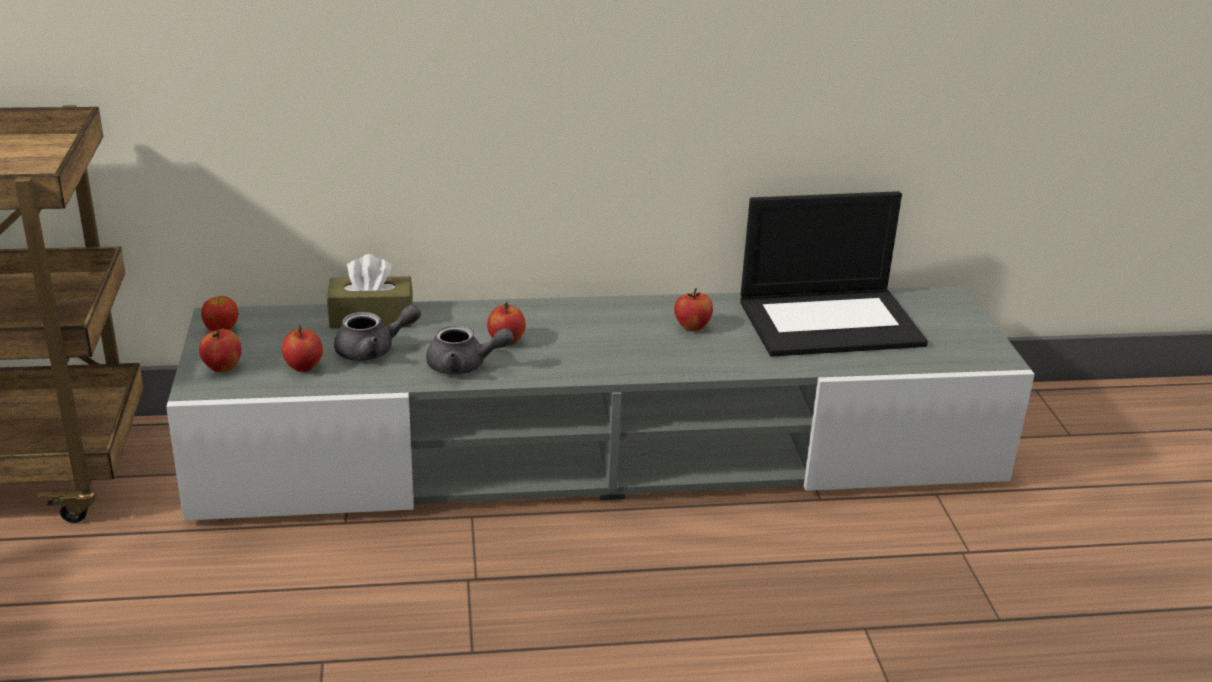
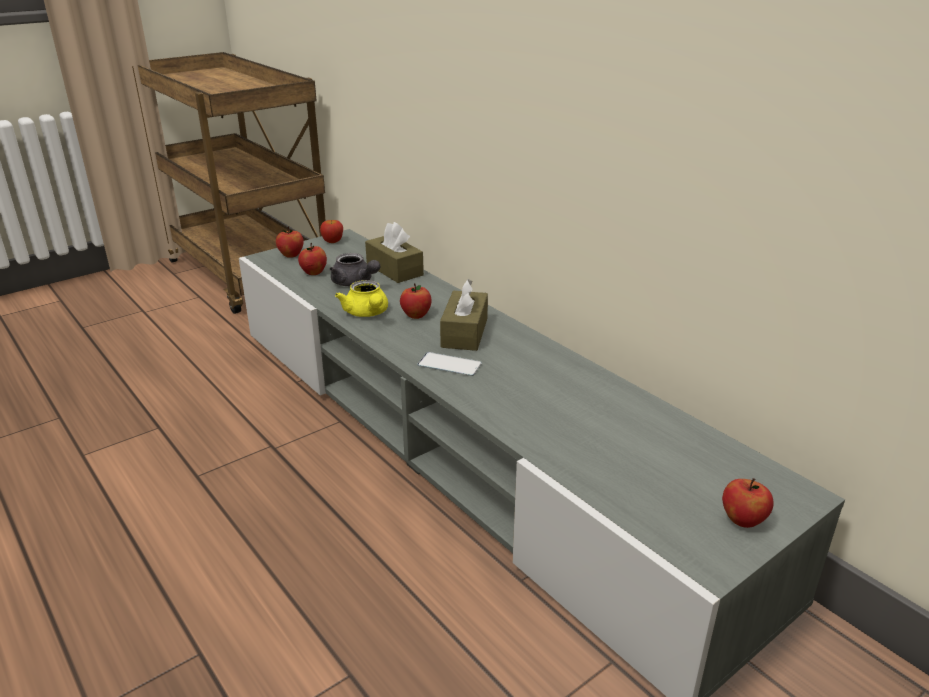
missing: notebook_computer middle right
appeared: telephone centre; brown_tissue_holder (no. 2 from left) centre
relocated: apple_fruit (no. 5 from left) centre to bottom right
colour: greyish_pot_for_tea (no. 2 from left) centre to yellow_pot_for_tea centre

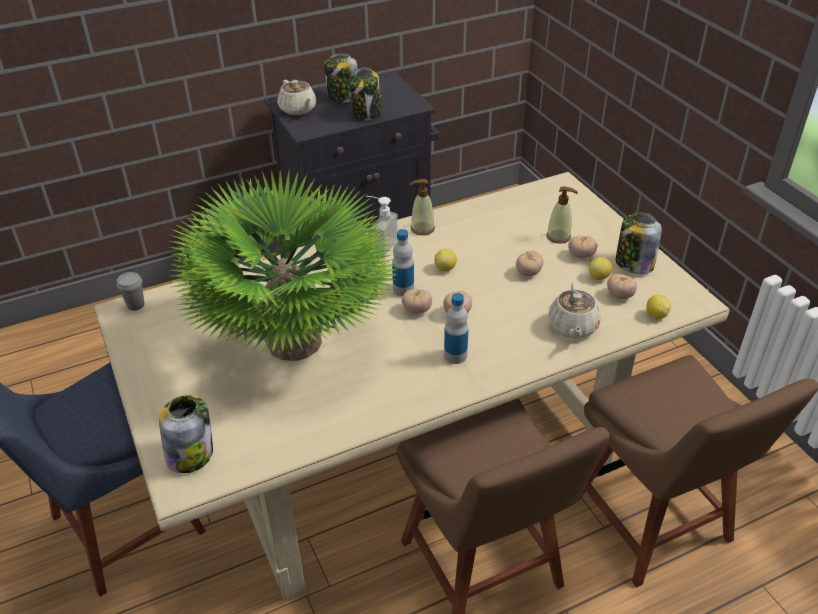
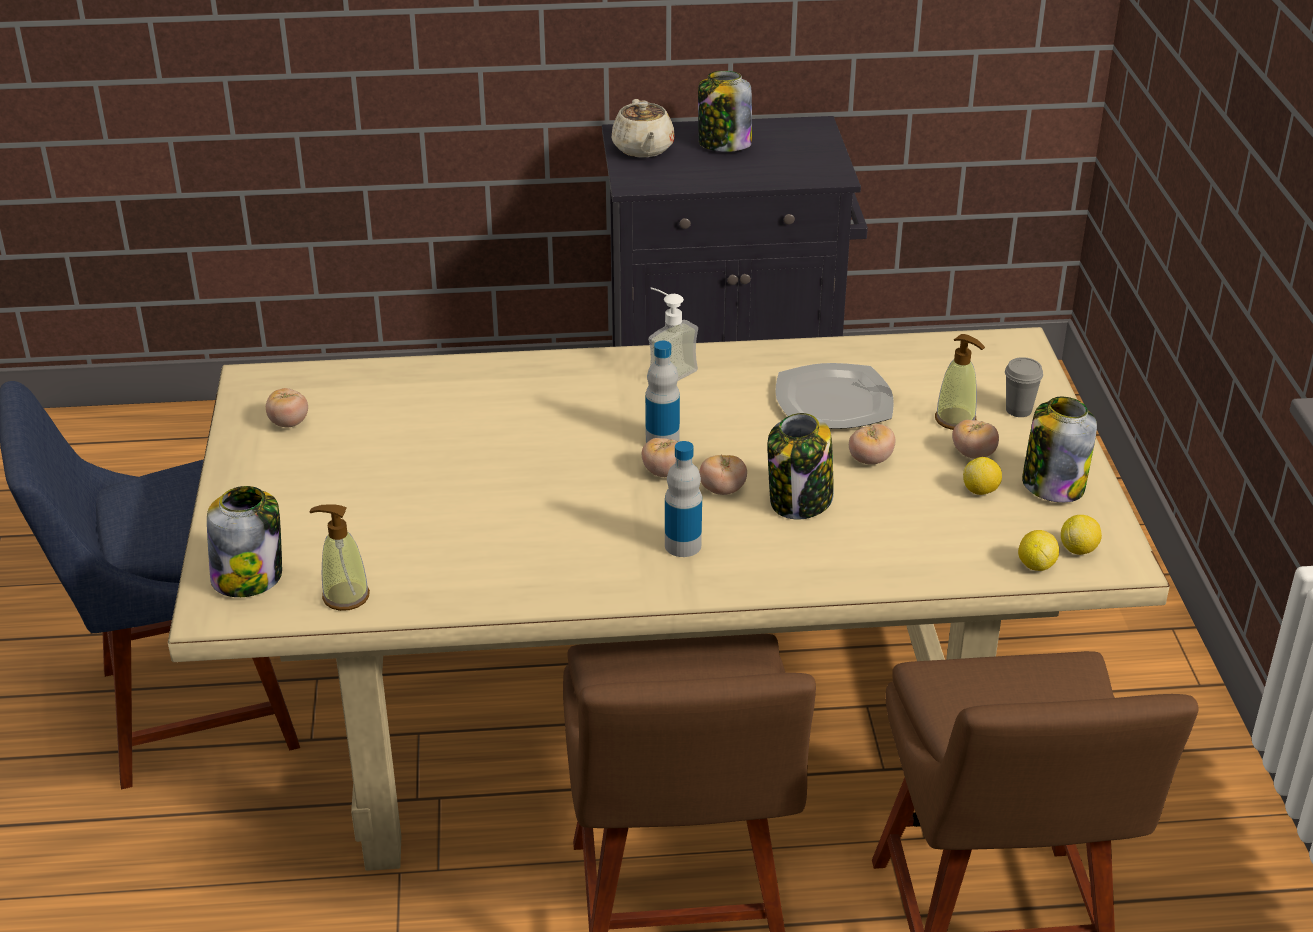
missing: potted_plant centre; sand-coloured_pot_for_tea (no. 2 from left) middle right
appeared: dinner_plate centre
relocated: greyish_cup middle left to middle right; preserve_jar (no. 3 from left) top centre to centre; soap_bottle (no. 2 from left in the first image) centre to soap_bottle (no. 1 from left) middle left; whole_lemon (no. 1 from left in the first image) centre to whole_lemon (no. 3 from left) middle right; tomato (no. 5 from left in the first image) middle right to tomato (no. 1 from left) middle left

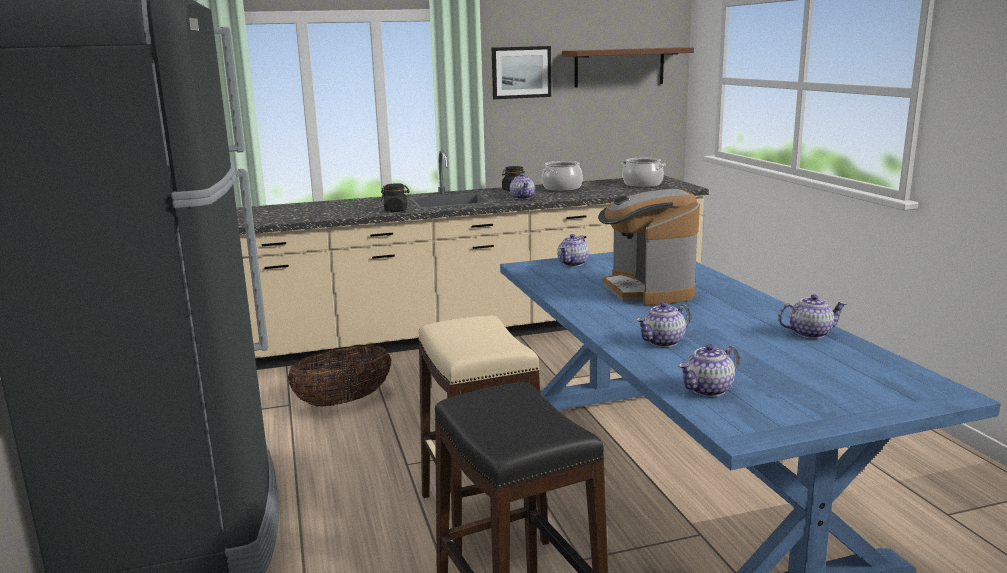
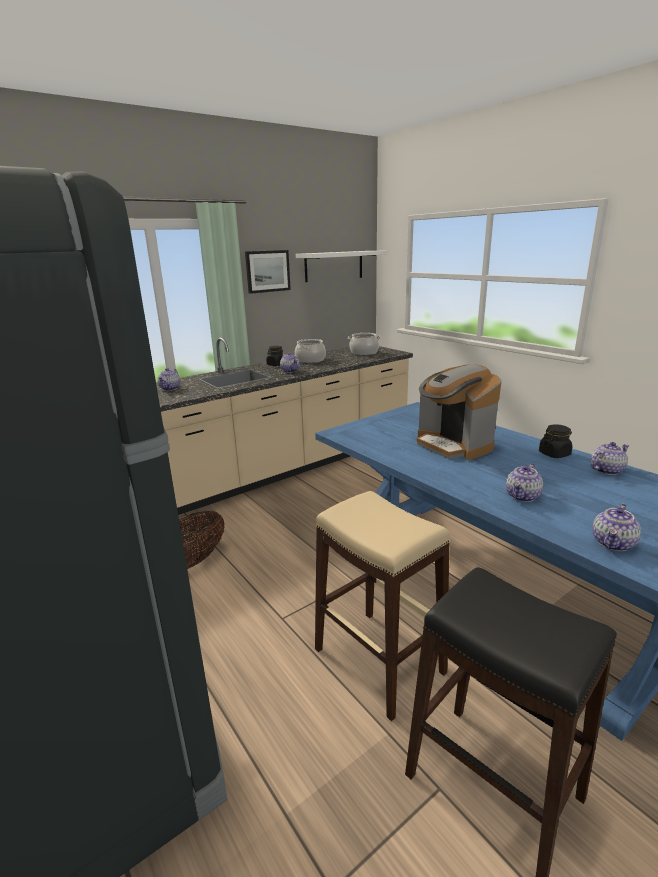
relocated: black-coloured_preserve_jar (no. 1 from left in the first image) centre to black-coloured_preserve_jar (no. 2 from left) middle right; pot_for_tea (no. 2 from left in the first image) centre to pot_for_tea (no. 1 from left) middle left
colour: brown_shelf top centre to whitish_shelf top centre

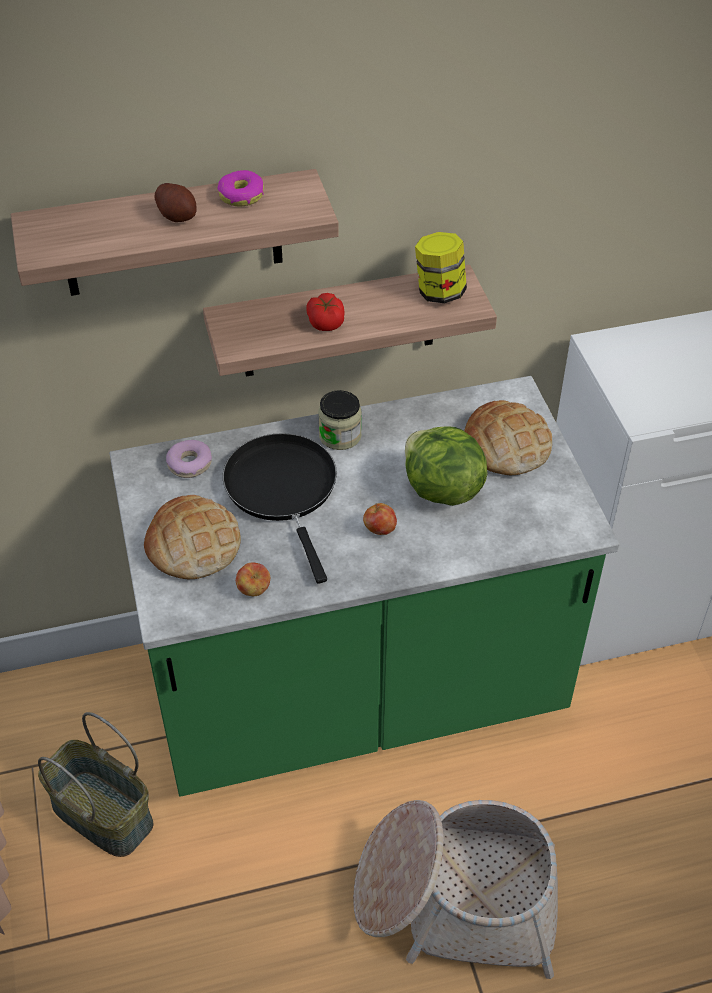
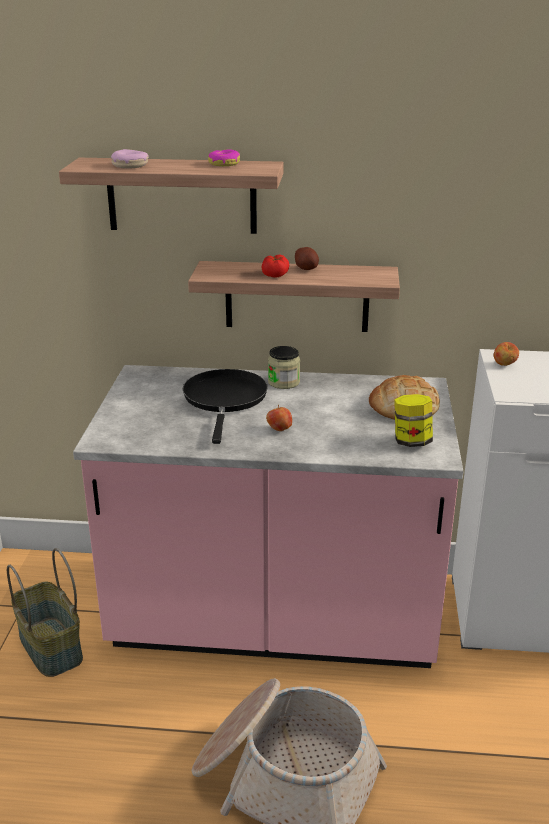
missing: bakery_bread (no. 1 from left) middle left; lettuce_head centre
relocated: spud top left to top centre; doughnut (no. 1 from left) middle left to top left; apple_fruit (no. 1 from left in the first image) centre to apple_fruit (no. 2 from left) middle right; preserve_jar (no. 2 from left) top centre to middle right
colour: greenish_kitchen_base_unit centre to pinkish_kitchen_base_unit centre

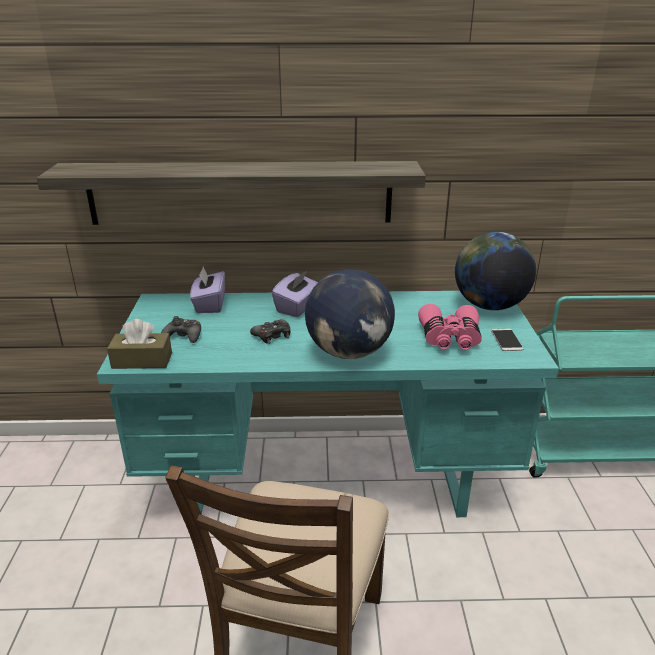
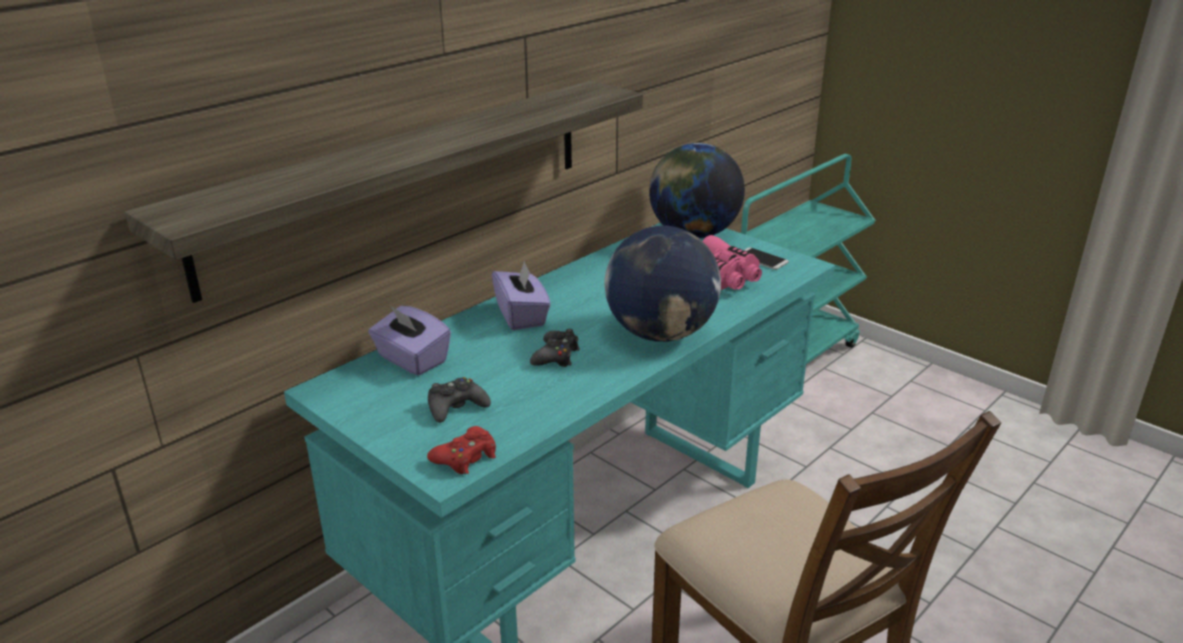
exchanged: brown_tissue_holder middle left to reddish_joypad bottom centre

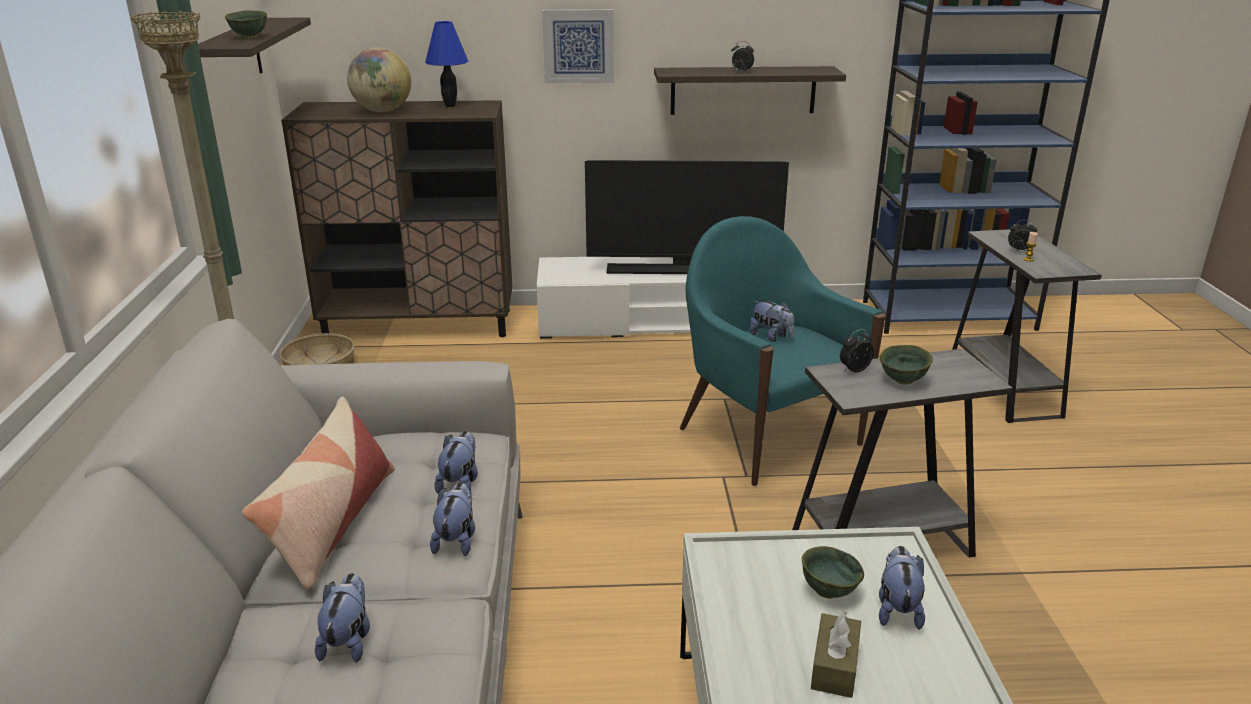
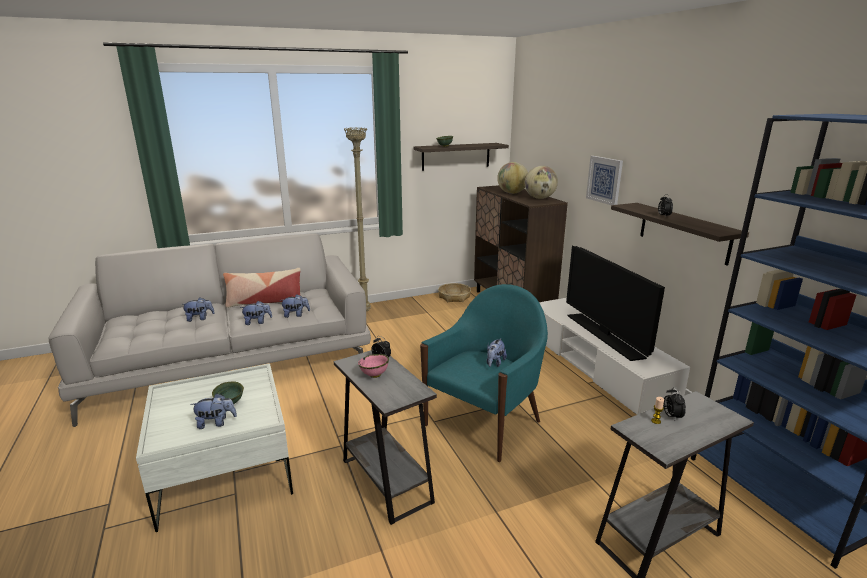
missing: brown_tissue_holder bottom right
exchanged: bluish_lamp_for_a_table top centre to world_globe (no. 2 from left) top centre
colour: greenish_deep_dish (no. 3 from left) middle right to pinkish_deep_dish centre

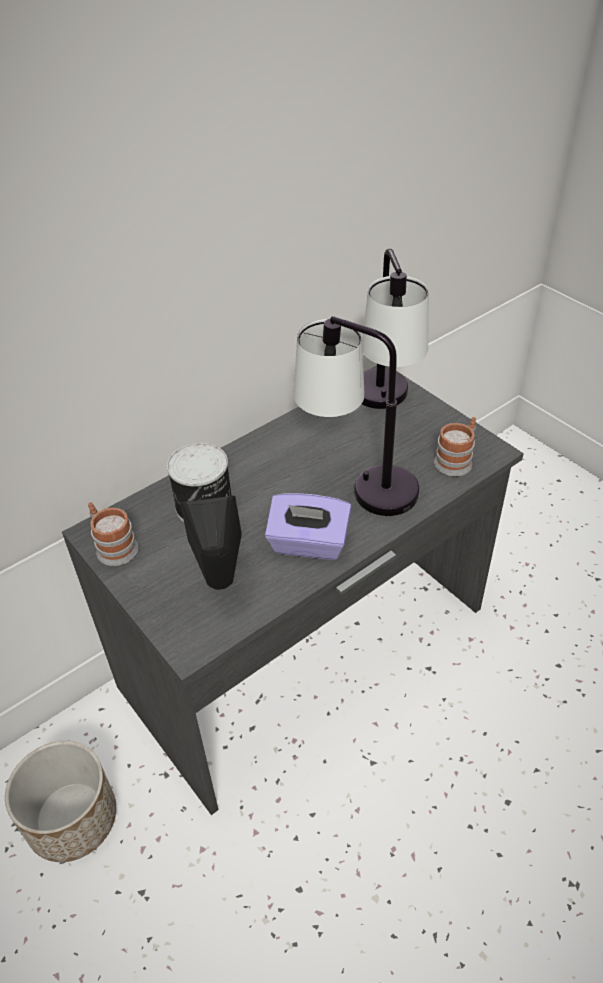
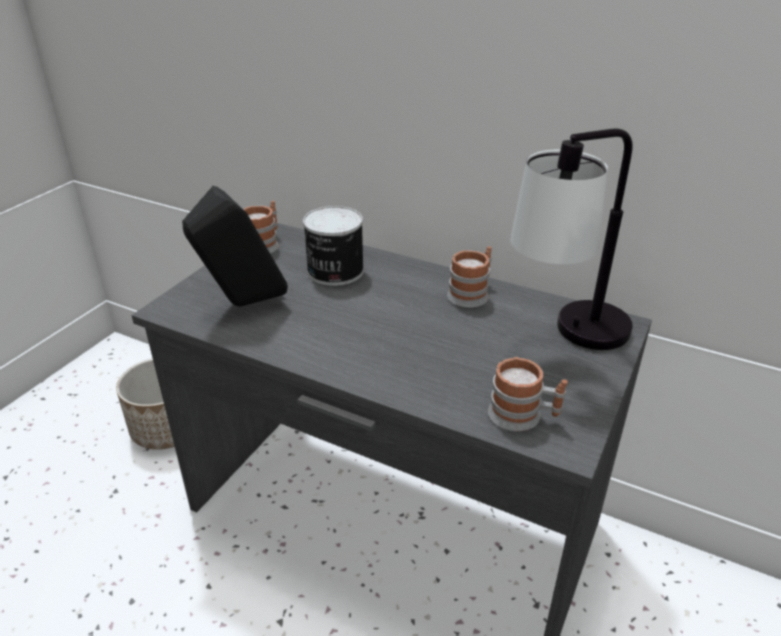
missing: purplish_tissue_holder centre; lamp_for_a_table (no. 1 from left) centre
appeared: tea_mug (no. 2 from left) centre

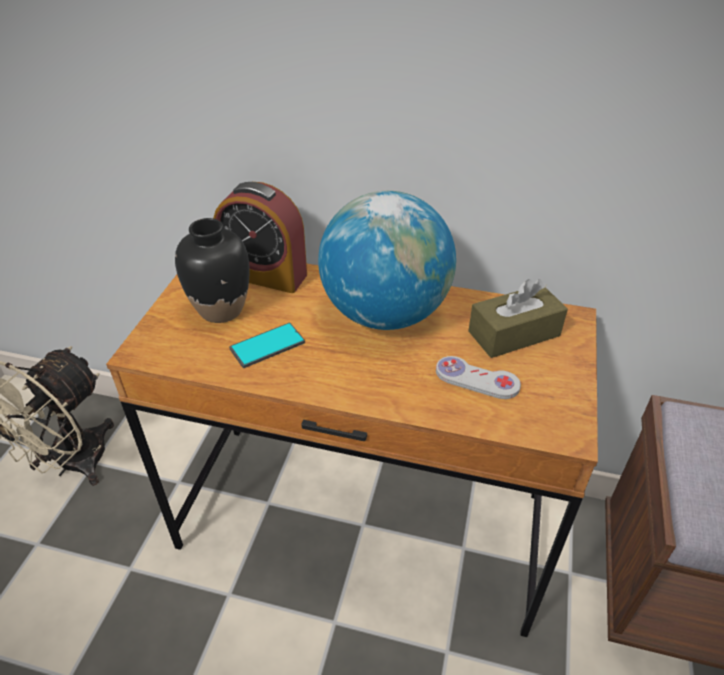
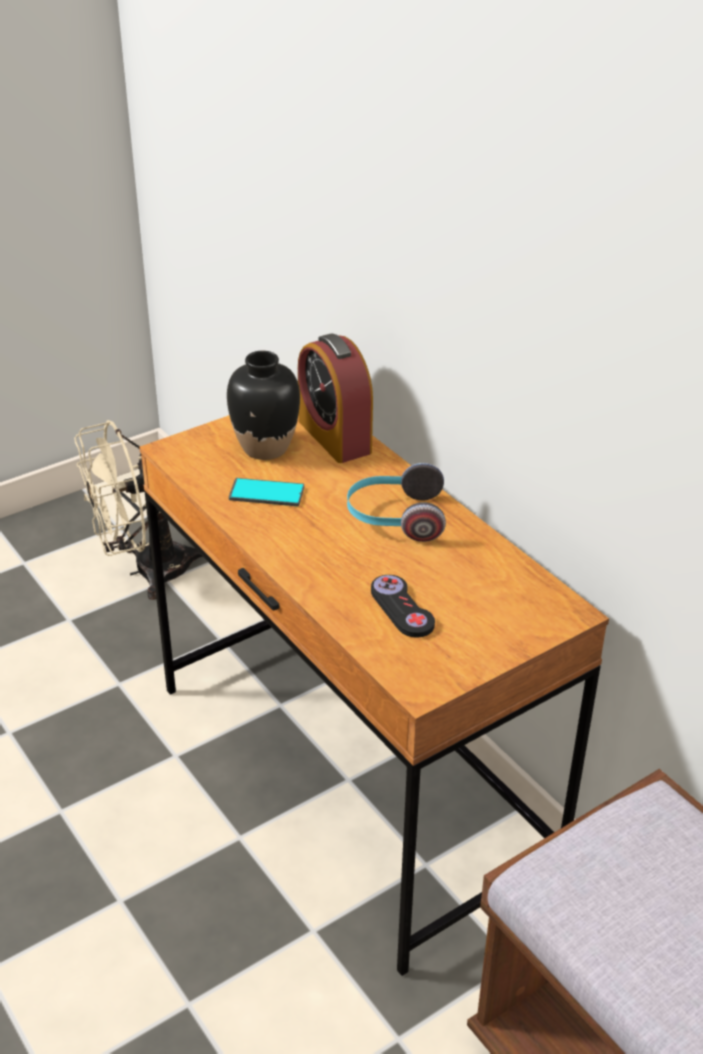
missing: brown_tissue_holder middle right
exchanged: world_globe centre to headphones centre
colour: whitish_joypad centre to black-coloured_joypad centre

